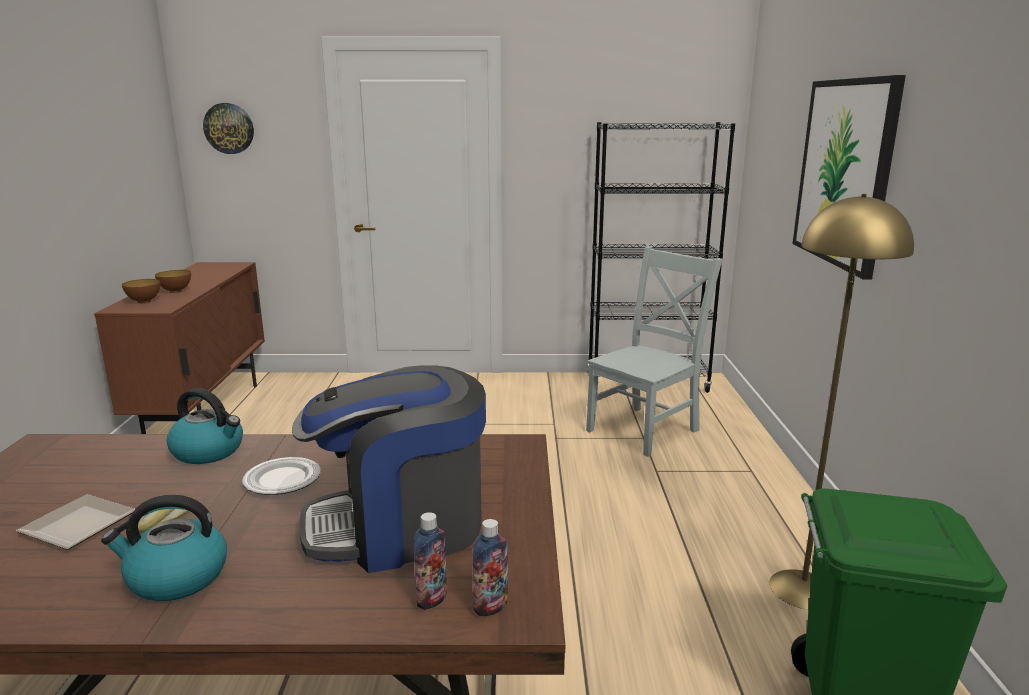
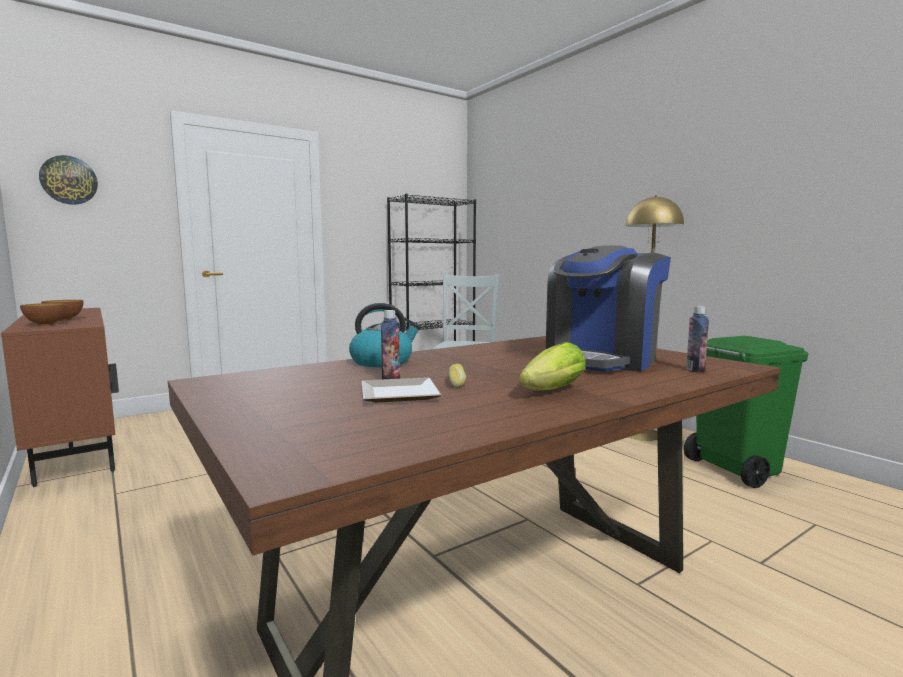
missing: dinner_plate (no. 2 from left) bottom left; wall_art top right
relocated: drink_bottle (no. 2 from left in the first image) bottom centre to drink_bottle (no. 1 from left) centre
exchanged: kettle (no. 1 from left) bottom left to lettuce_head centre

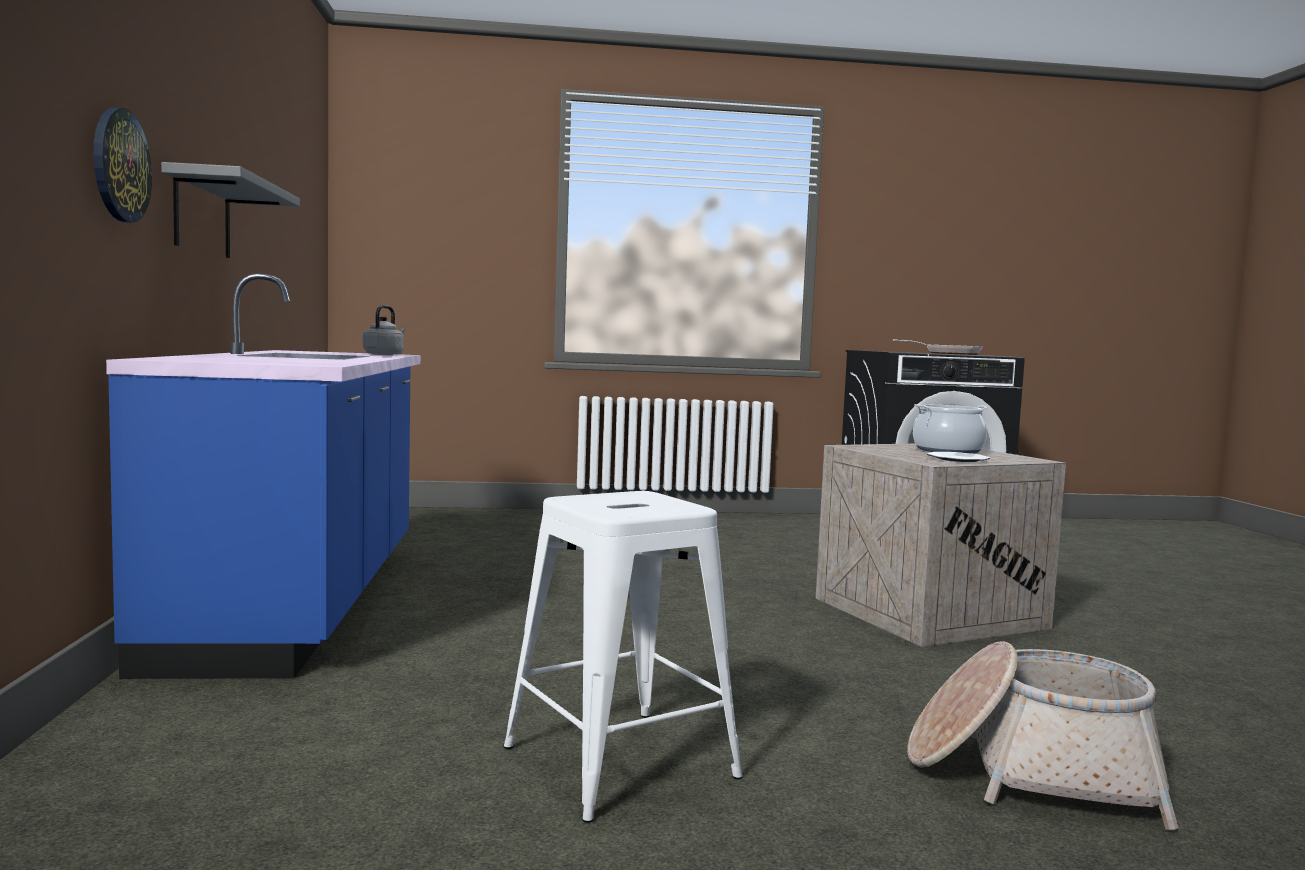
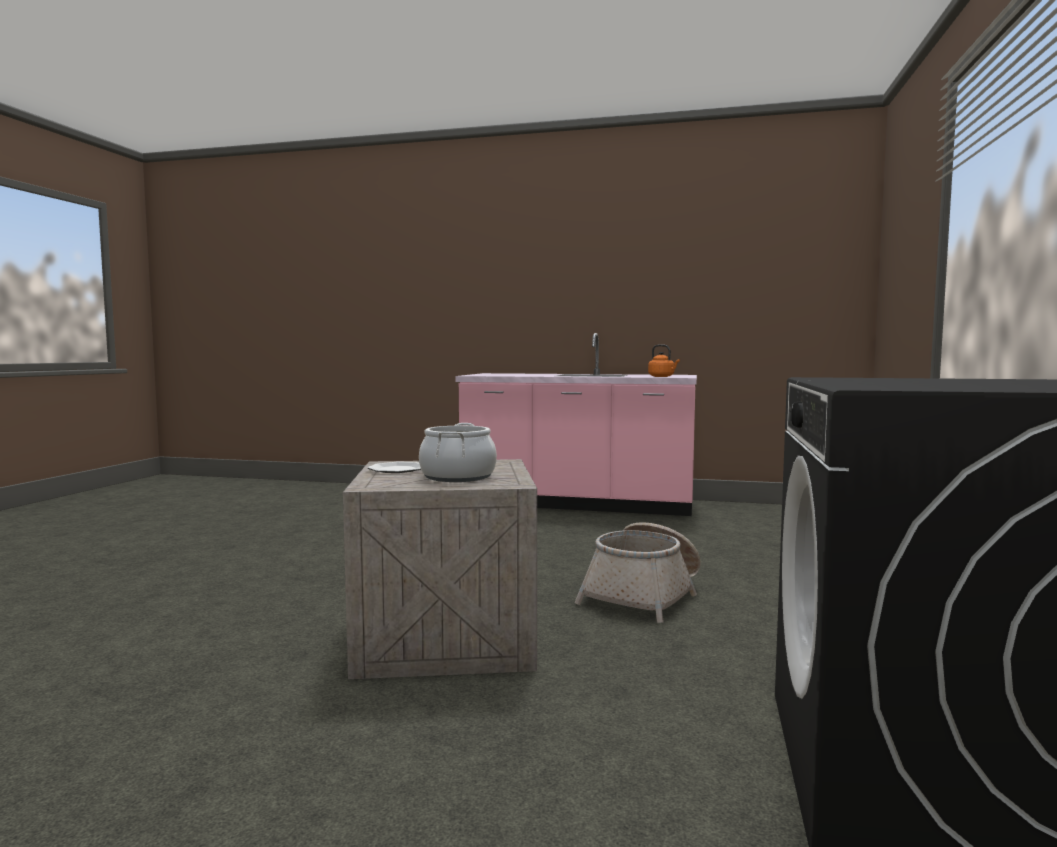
missing: wall_clock top left; greyish_shelf top left; whitish_sitting_stool bottom centre; pan middle right
relocated: household_basket bottom right to bottom centre
colour: bluish_kitchen_base_unit middle left to pinkish_kitchen_base_unit centre; greyish_kettle middle left to orangey_kettle centre

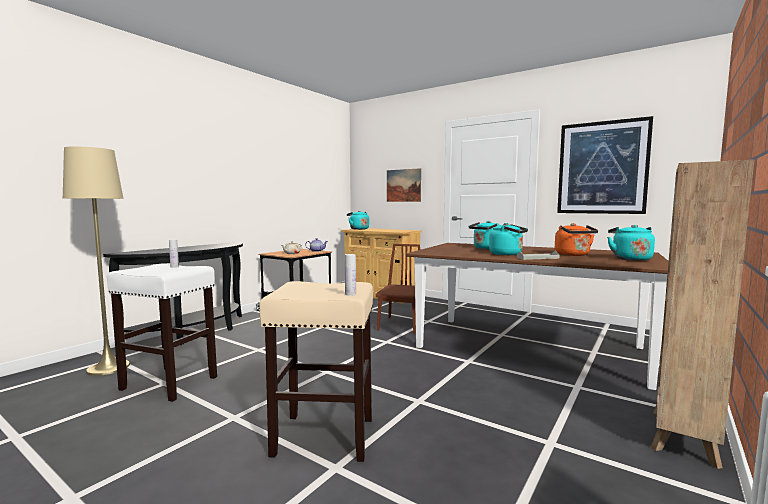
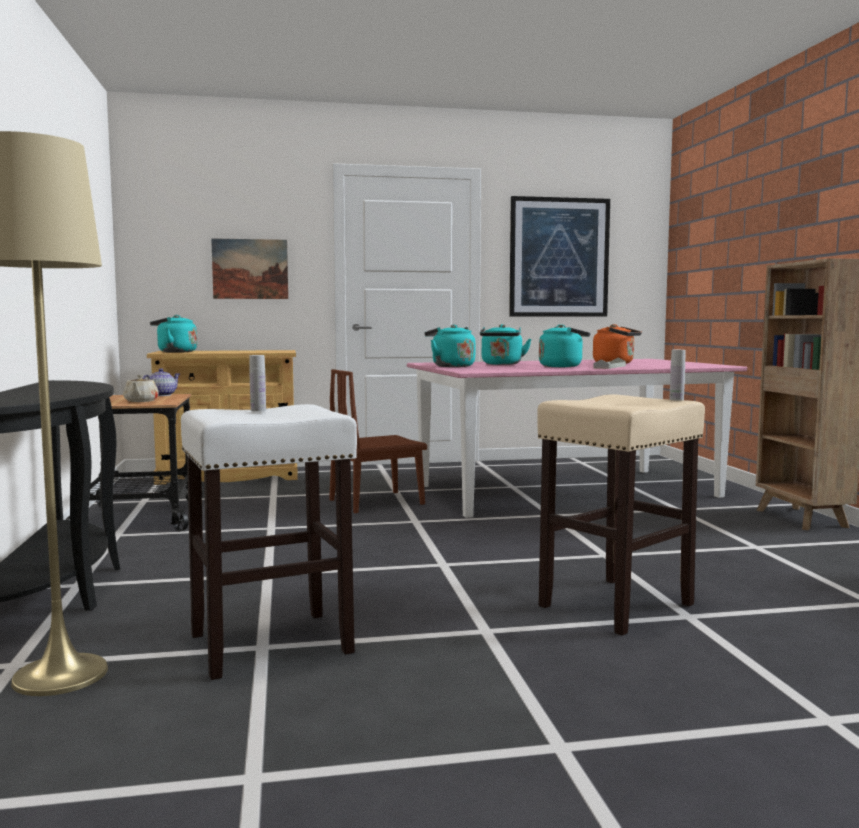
relocated: turquoise-coloured_kettle (no. 4 from left in the first image) middle right to turquoise-coloured_kettle (no. 2 from left) centre
colour: brown_kitchen_table middle right to pinkish_kitchen_table middle right
spun: brown_plain_chair centre = centre 90 degrees counterclockwise

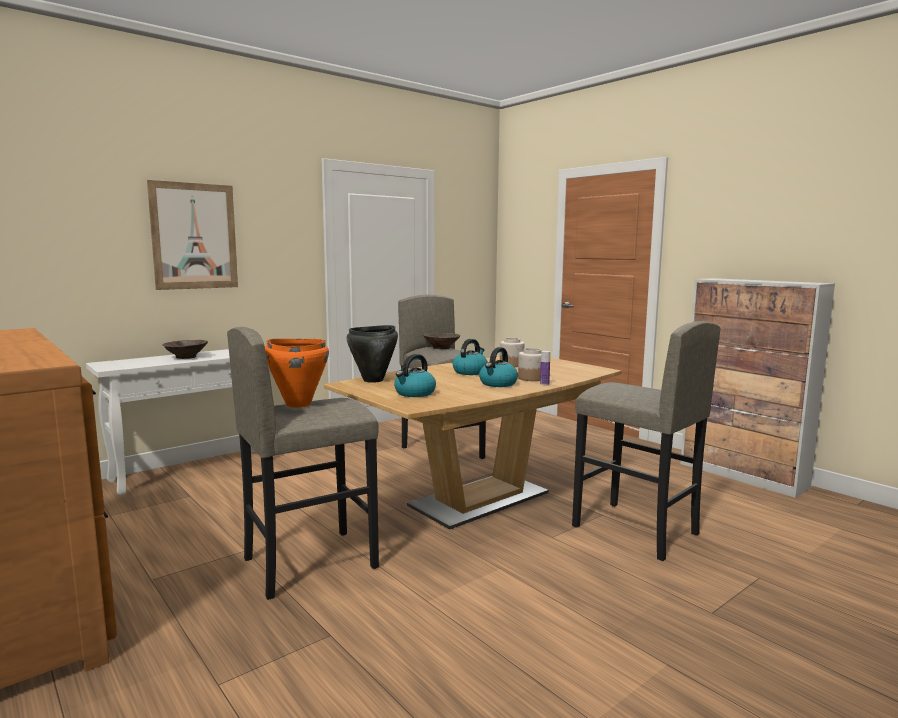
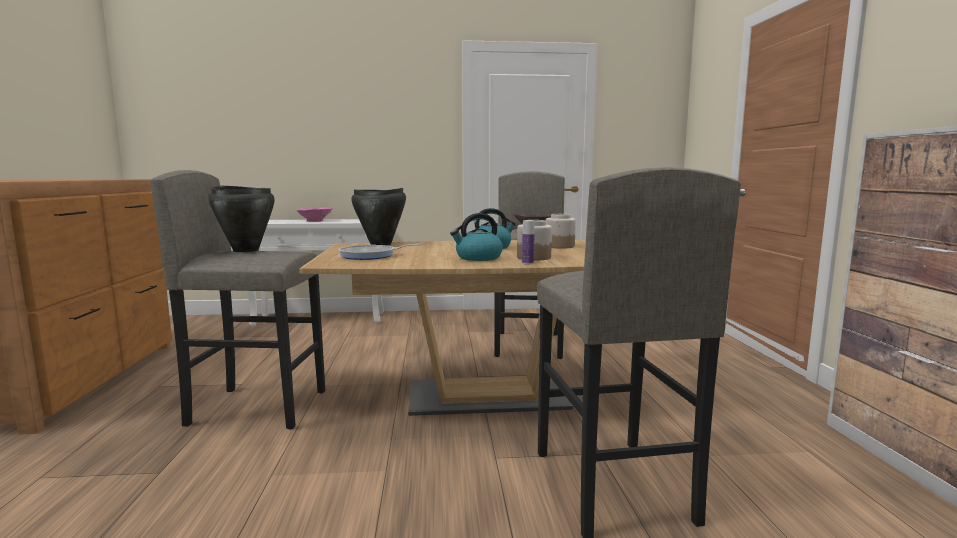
missing: wall_art top left
exchanged: kettle (no. 1 from left) centre to pan centre
colour: brown_deep_dish (no. 1 from left) middle left to pinkish_deep_dish middle left; orangey_stockpot middle left to black-coloured_stockpot (no. 1 from left) middle left

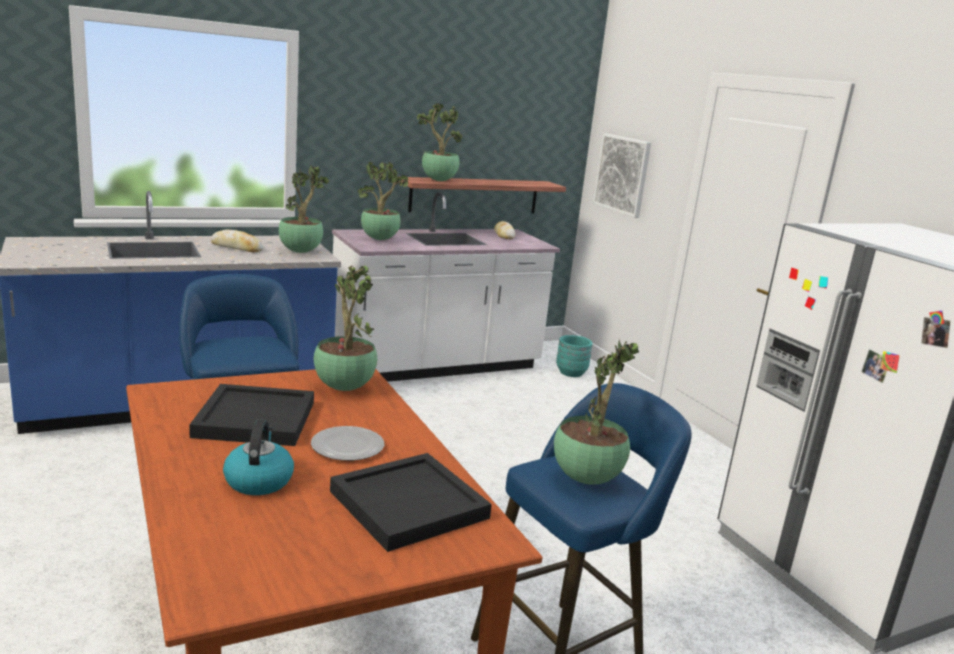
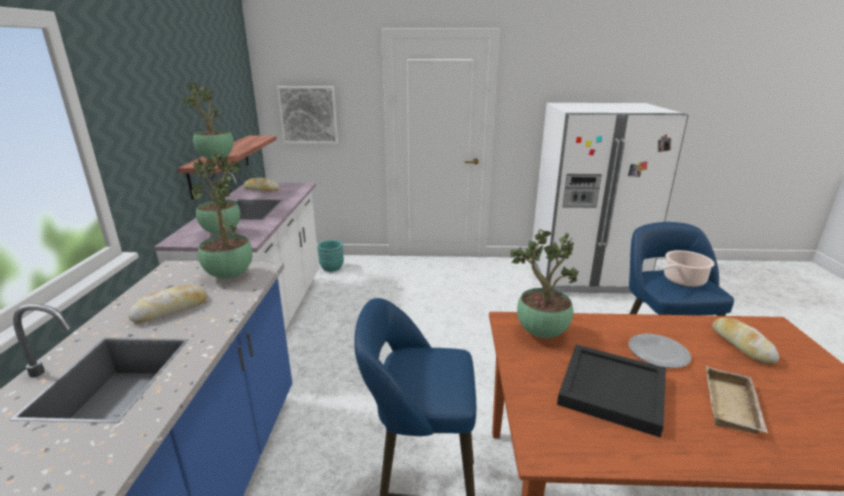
exchanged: kettle bottom left to sand-coloured_carrying_tray bottom right; black-coloured_carrying_tray (no. 2 from left) bottom centre to bakery_bread (no. 3 from left) bottom right; potted_plant (no. 5 from left) centre to stockpot middle right

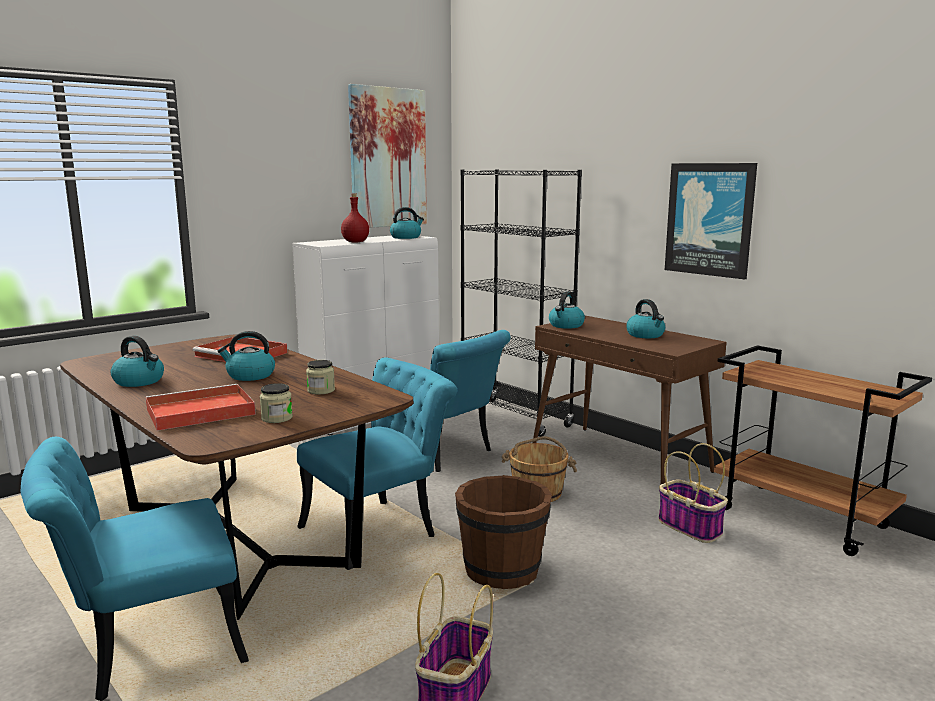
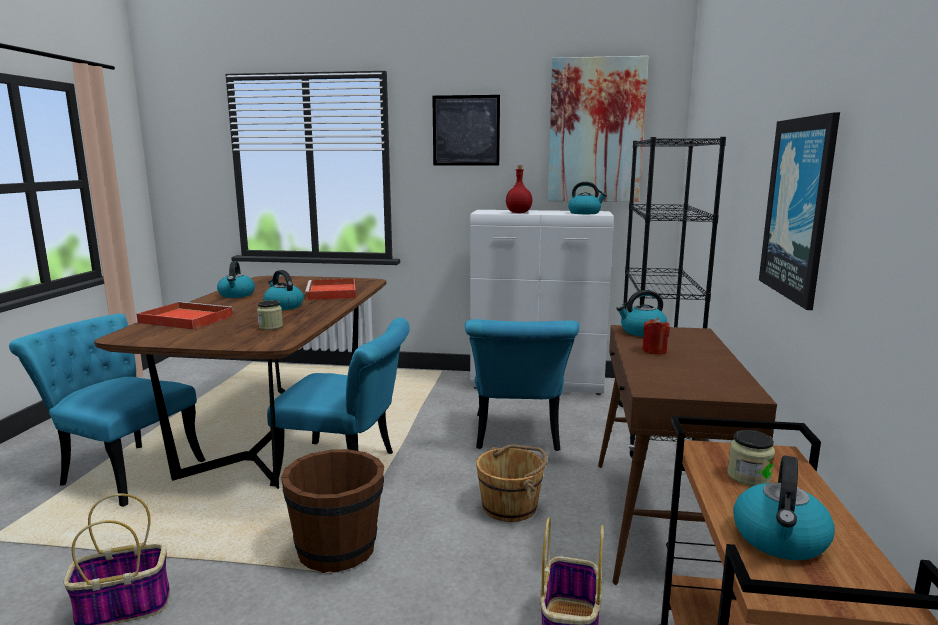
appeared: wall_art (no. 1 from left) top centre; reddish_candle middle right
relocated: preserve_jar (no. 1 from left in the first image) middle left to preserve_jar (no. 2 from left) bottom right; kettle (no. 5 from left) middle right to bottom right

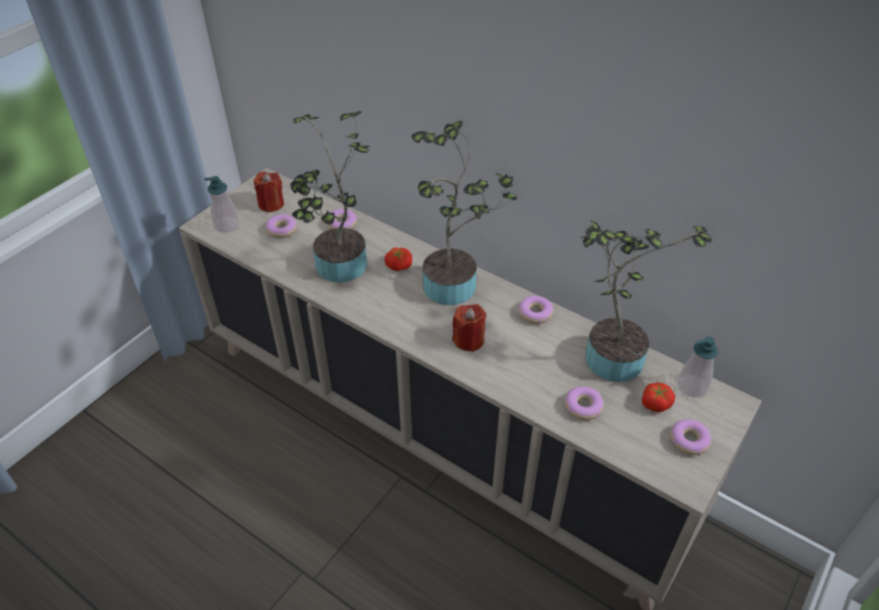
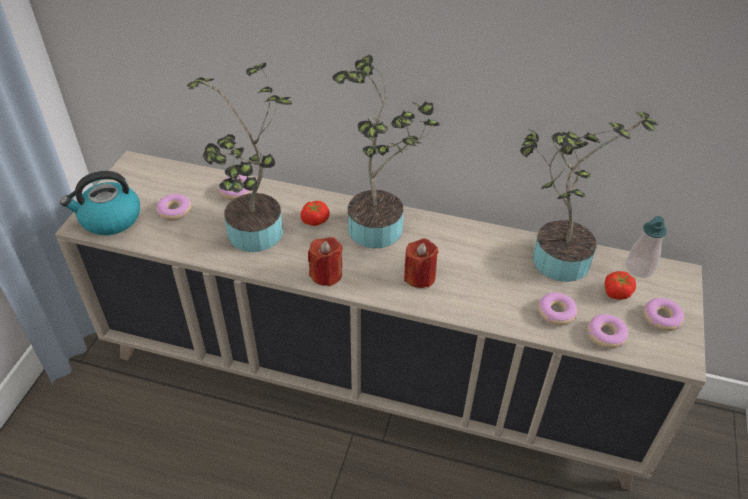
relocated: reddish_candle (no. 1 from left) top left to centre; doughnut (no. 3 from left in the first image) centre to doughnut (no. 4 from left) middle right
exchanged: soap_bottle (no. 1 from left) middle left to kettle middle left

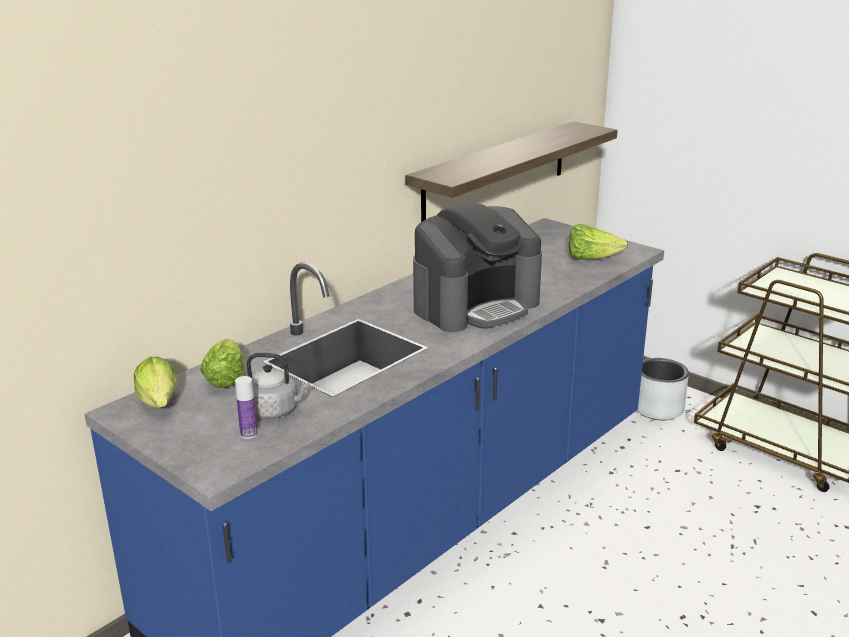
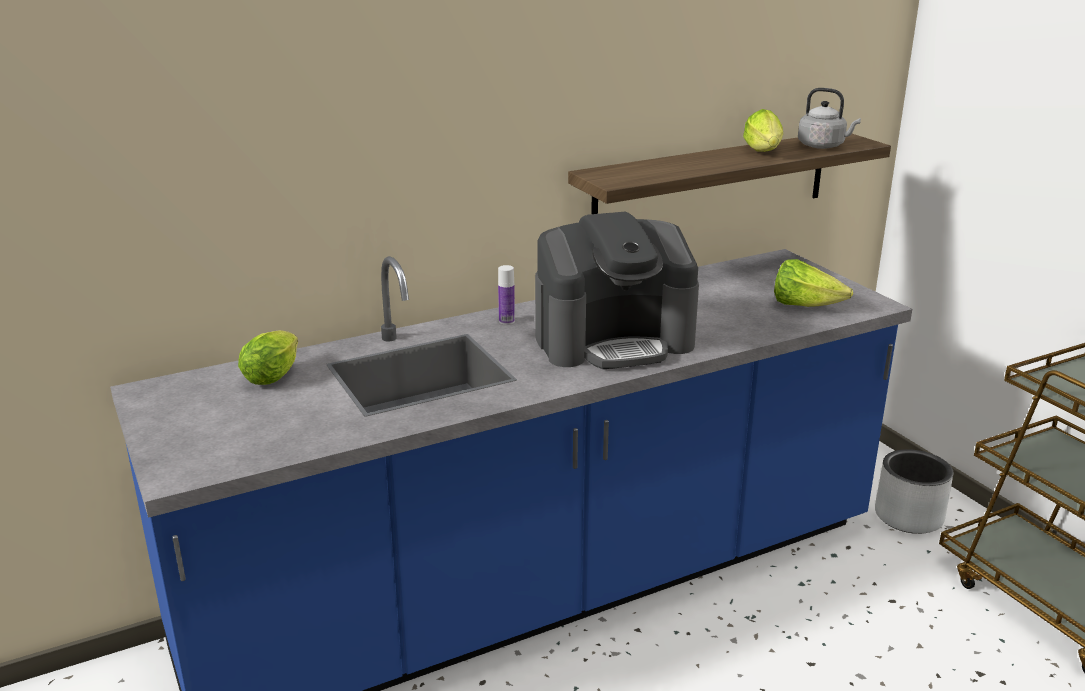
relocated: lettuce_head (no. 1 from left in the first image) middle left to lettuce_head (no. 2 from left) top right; drink_bottle middle left to centre; greyish_kettle middle left to top right

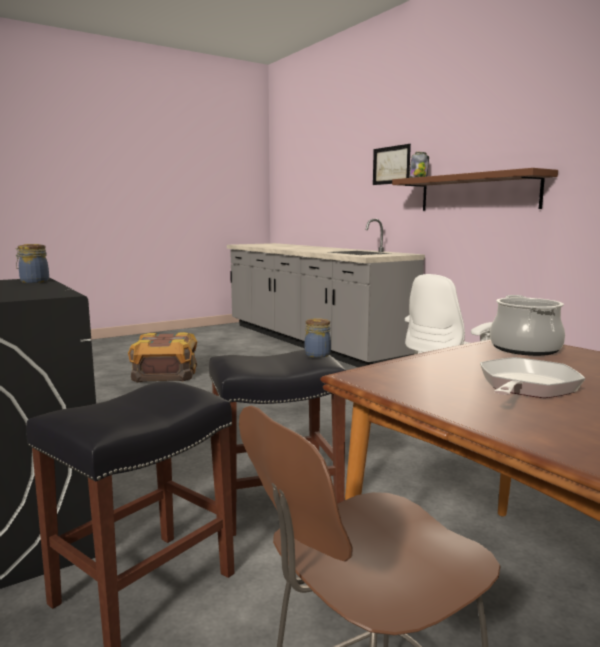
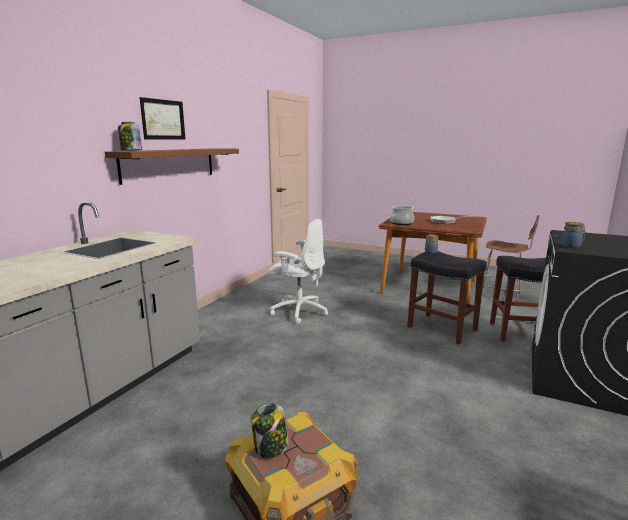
appeared: preserve_jar (no. 2 from left) bottom centre
relocated: wall_art top centre to top left

